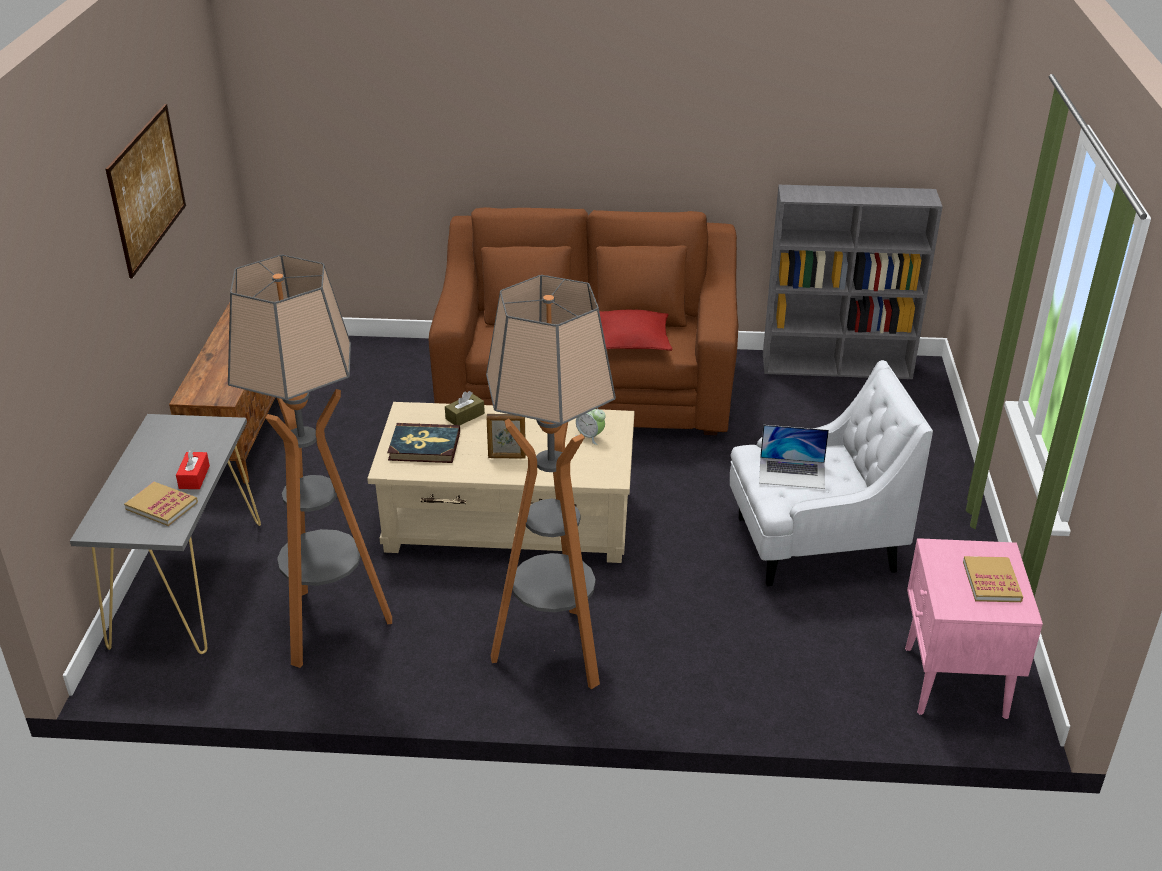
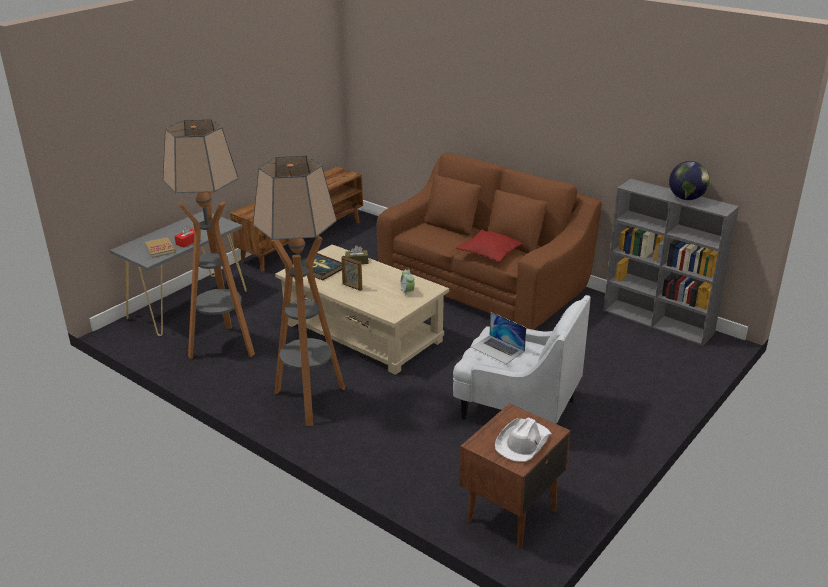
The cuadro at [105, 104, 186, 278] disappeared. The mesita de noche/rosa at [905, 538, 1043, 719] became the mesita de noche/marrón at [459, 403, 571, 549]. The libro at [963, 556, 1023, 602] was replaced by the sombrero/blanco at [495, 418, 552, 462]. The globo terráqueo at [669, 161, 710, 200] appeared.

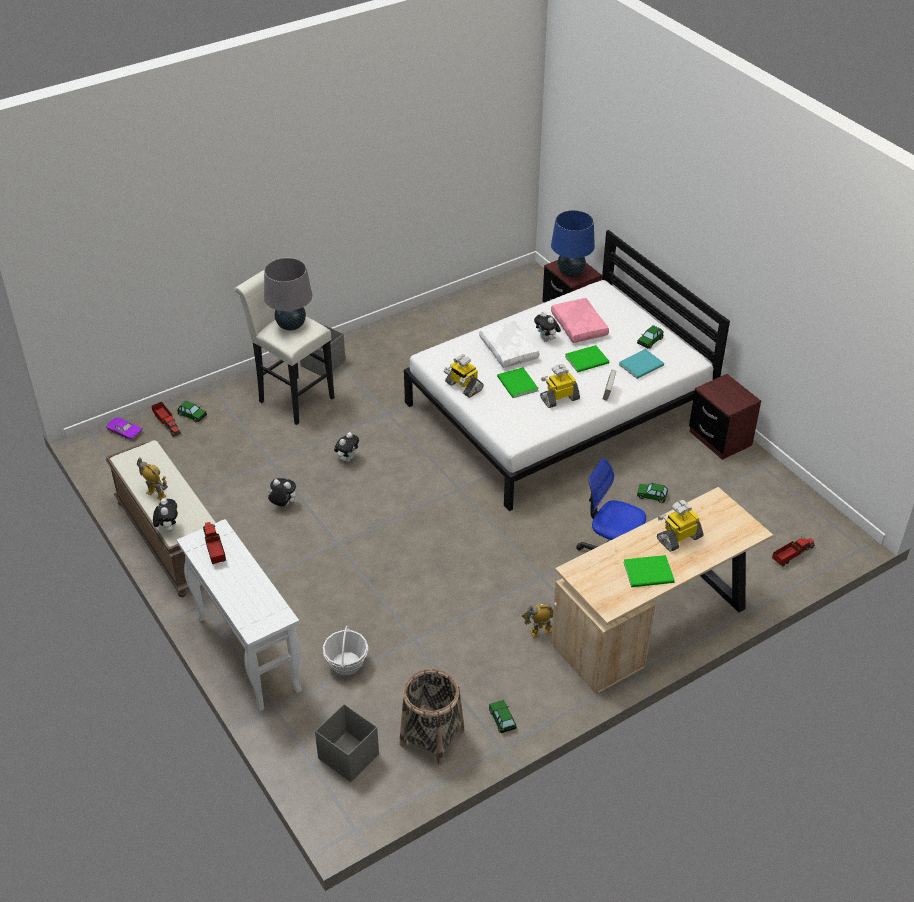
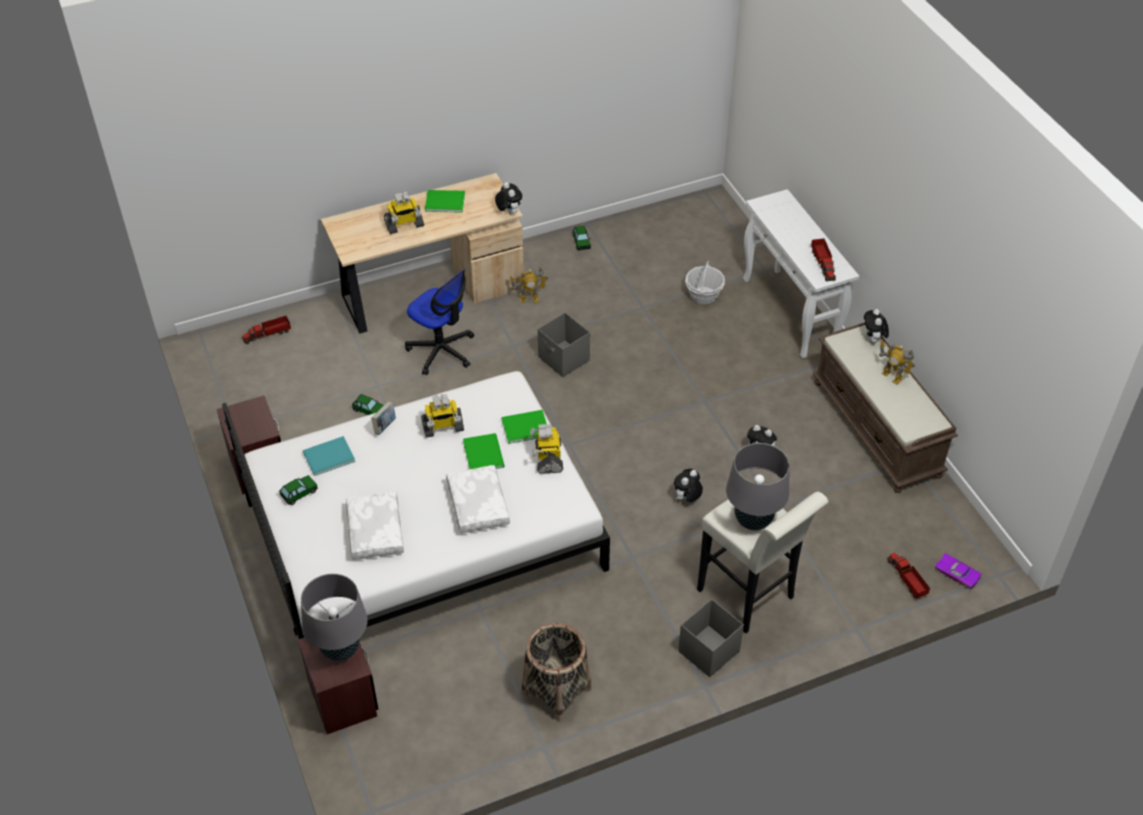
The lámpara de mesa/azul at [551, 210, 595, 277] became the lámpara de mesa/gris at [301, 574, 368, 661]. The cojín/rosa at [551, 298, 609, 343] became the cojín/blanco at [346, 491, 404, 560]. The peluche moved from [534, 311, 561, 342] to [495, 182, 522, 214]. The libro/verde moved from [565, 345, 609, 372] to [501, 410, 547, 444]. The robot de juguete at [444, 354, 484, 398] turned 150 degrees counterclockwise. The coche de juguete at [177, 401, 207, 422] disappeared. The cesta moved from [400, 669, 464, 765] to [521, 623, 591, 722]. The caja de almacenaje/gris moved from [315, 704, 379, 782] to [538, 313, 590, 377].

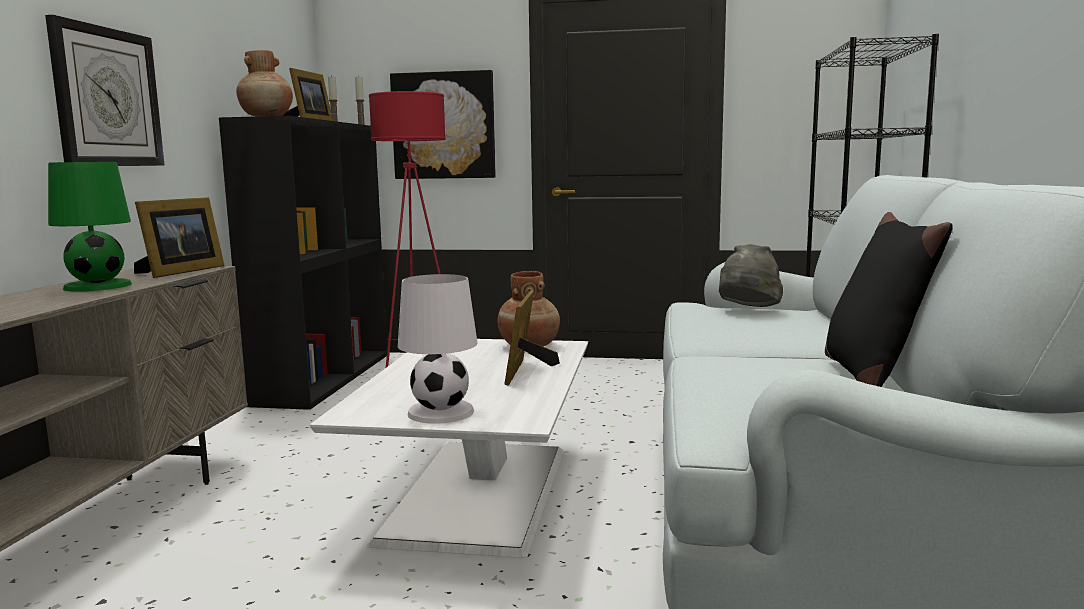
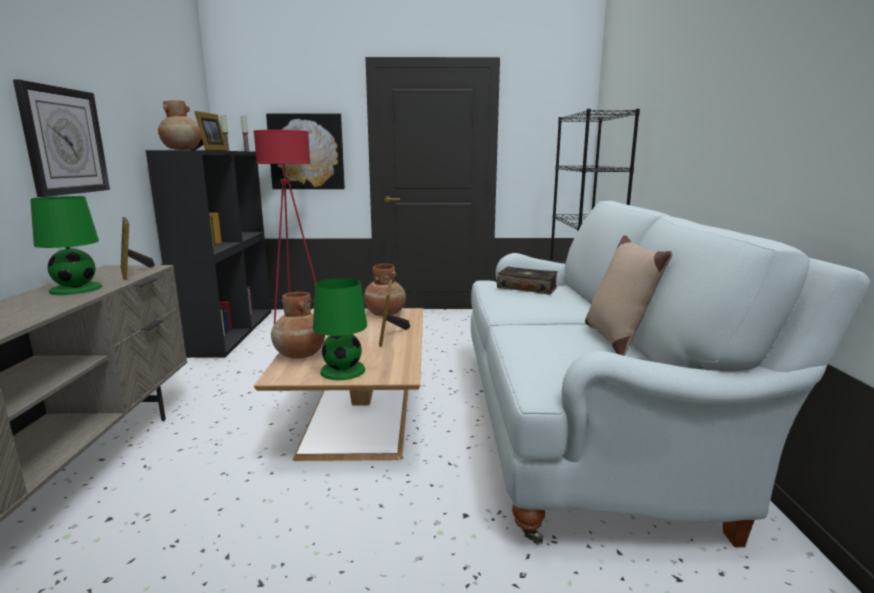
The portarretratos at [134, 197, 225, 278] turned 135 degrees clockwise. The cojín/negro at [825, 212, 953, 387] became the cojín/beis at [585, 235, 673, 356]. The sombrero/gris at [719, 244, 783, 307] was replaced by the libro at [497, 267, 558, 295]. The lámpara de mesa/blanco at [398, 274, 477, 424] became the lámpara de mesa/verde at [313, 278, 367, 380]. The mesa de centro/blanco at [310, 339, 588, 558] became the mesa de centro/marrón at [254, 308, 423, 461]. The florero/marrón at [271, 292, 325, 359] appeared.

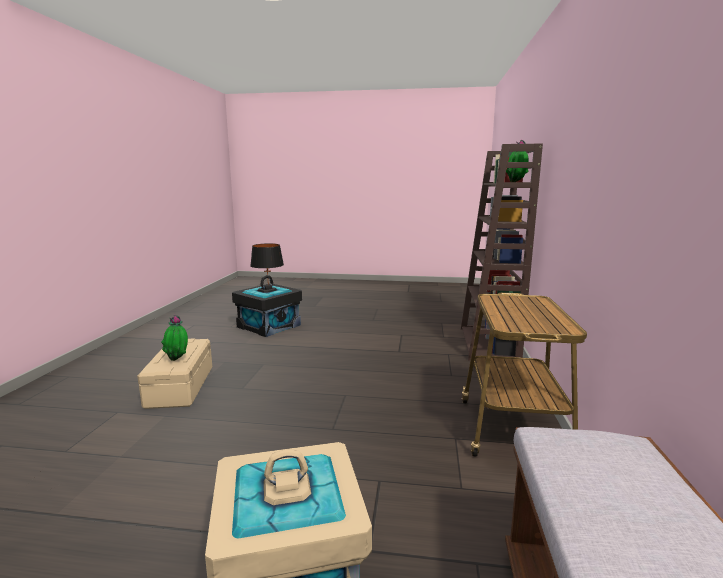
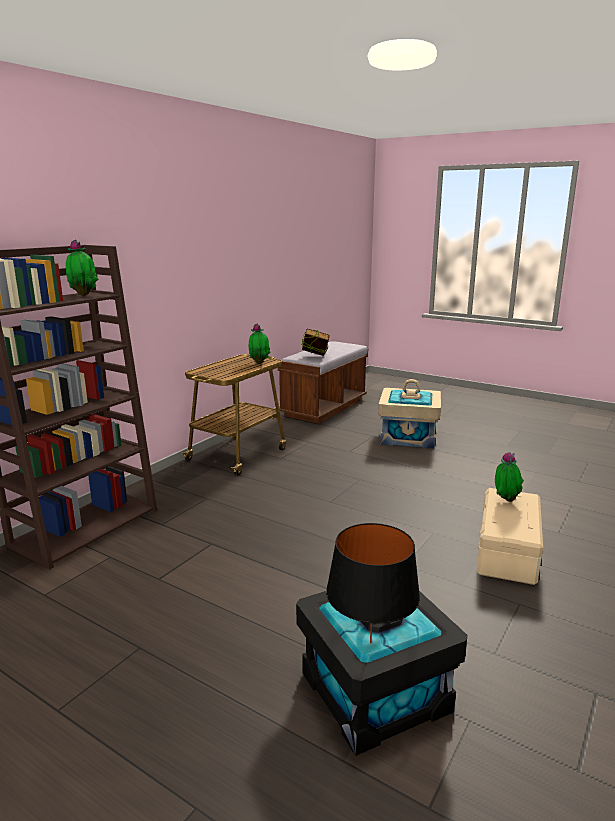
The planta en maceta at [249, 324, 271, 364] appeared. The libro at [302, 329, 330, 356] appeared.

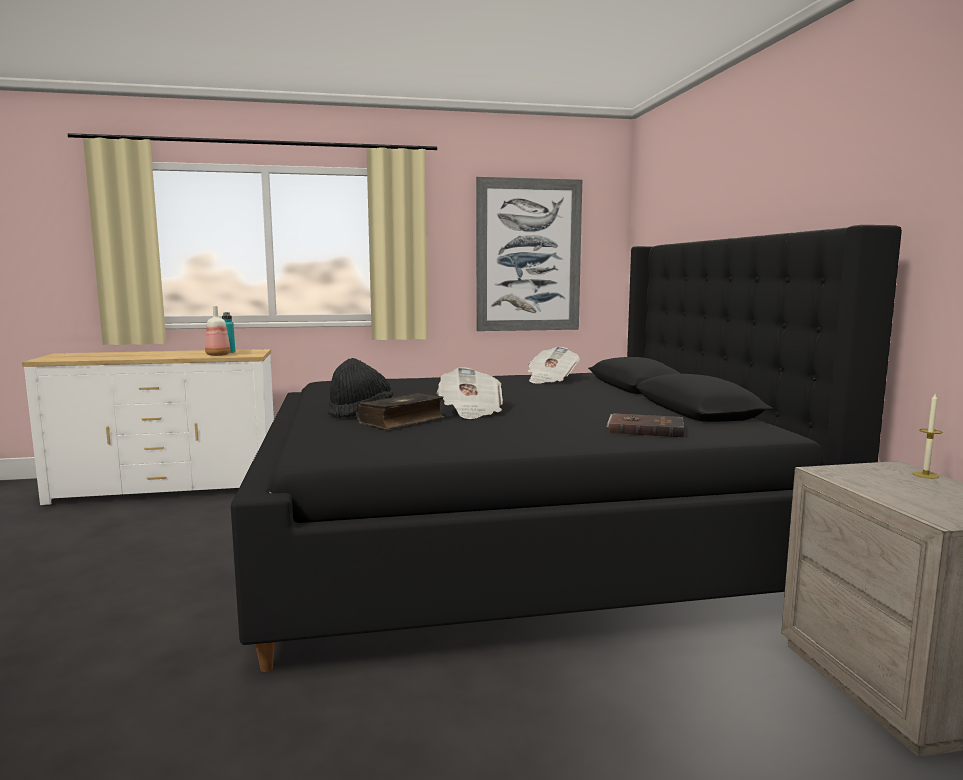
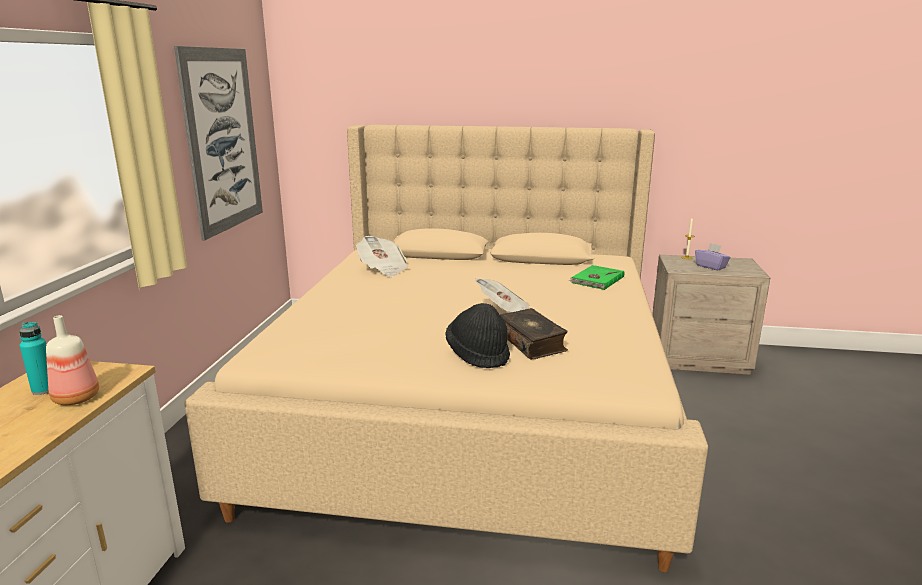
The cama/negro at [231, 225, 902, 672] became the cama/beis at [184, 125, 708, 572]. The libro/marrón at [606, 413, 684, 437] became the libro/verde at [569, 265, 624, 290]. The caja de pañuelos/morado at [695, 243, 731, 271] appeared.

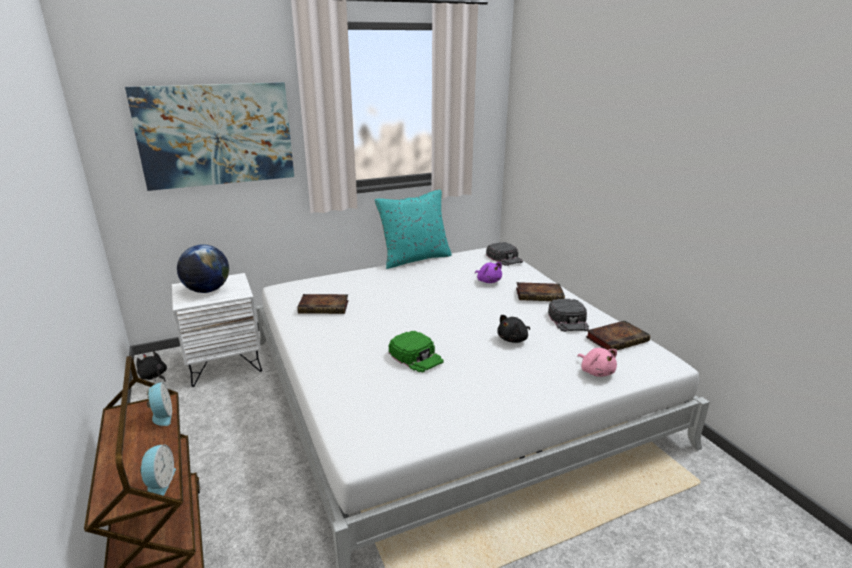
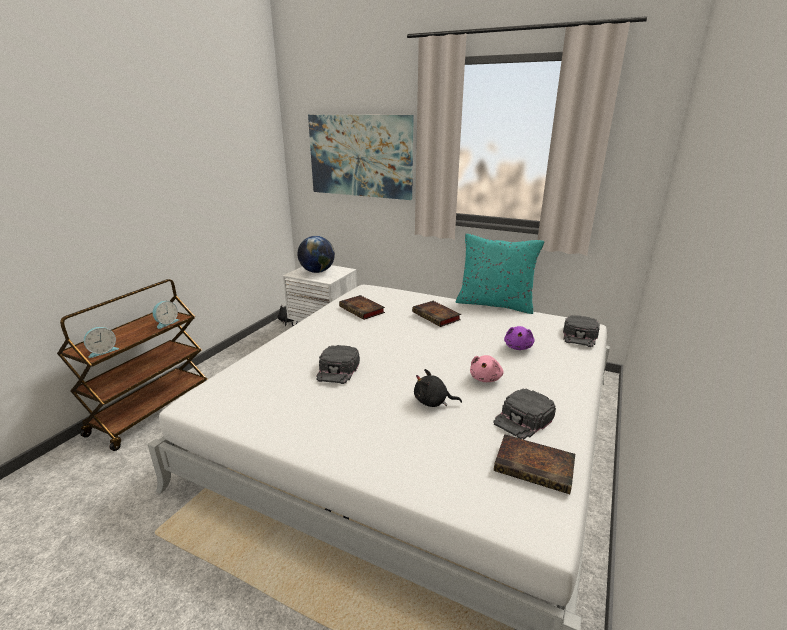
The libro moved from [516, 282, 565, 301] to [412, 301, 461, 327]. The gorra/verde at [389, 331, 444, 373] became the gorra/negro at [316, 345, 360, 384]. The peluche/rosa moved from [577, 348, 617, 377] to [470, 355, 504, 382].

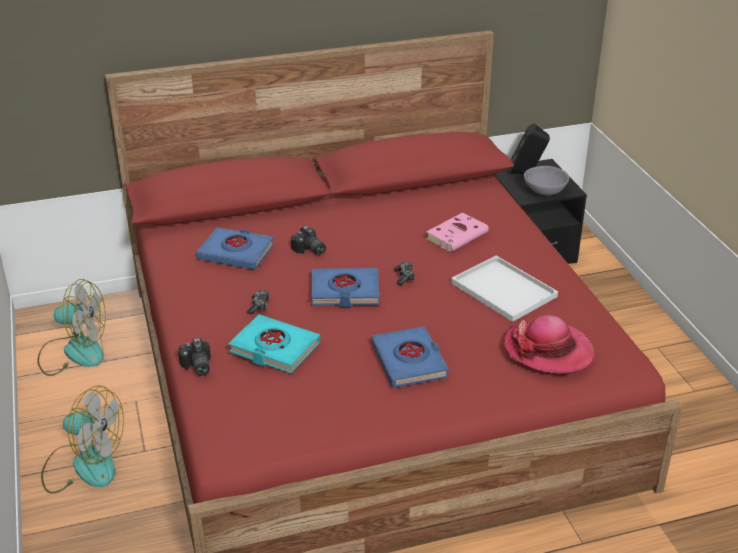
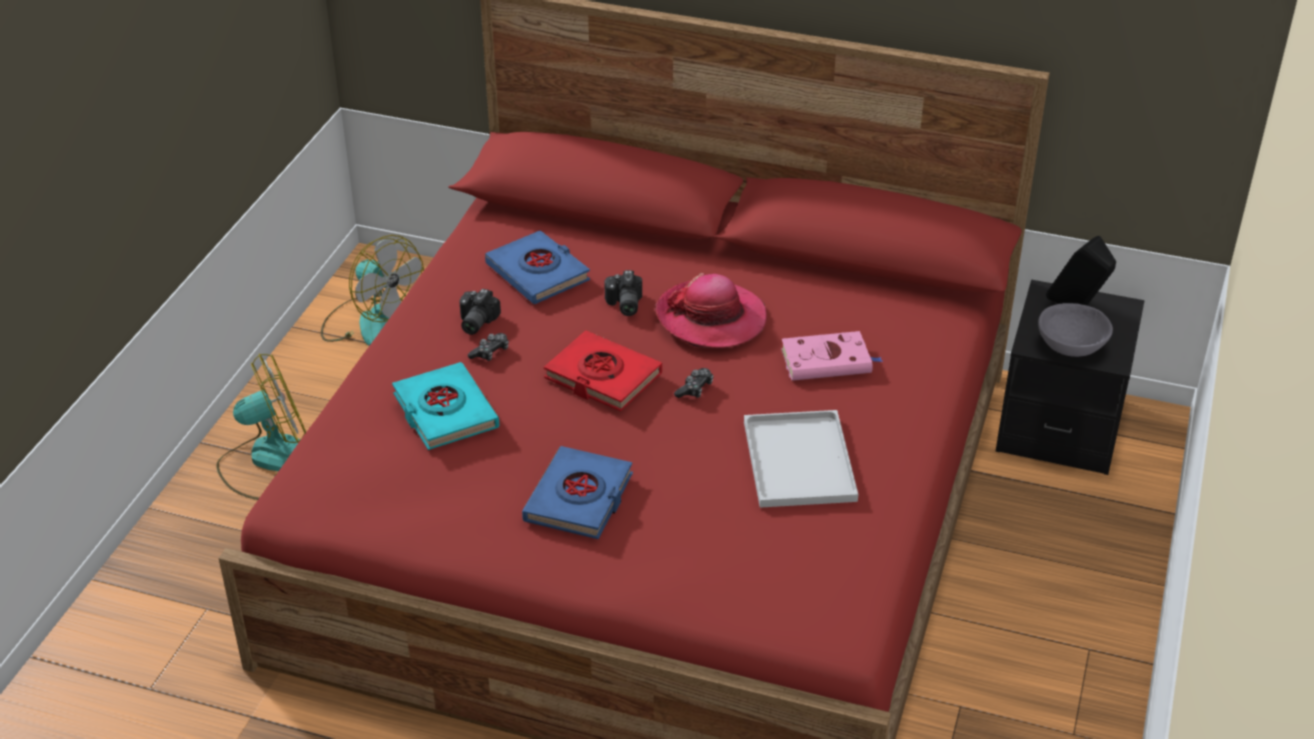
The libro/azul at [311, 268, 379, 307] became the libro/rojo at [544, 331, 662, 411]. The sombrero moved from [504, 315, 594, 375] to [654, 273, 767, 348]. The cámara moved from [178, 338, 211, 376] to [459, 289, 501, 335]. The ventilador at [41, 385, 124, 494] turned 75 degrees counterclockwise.

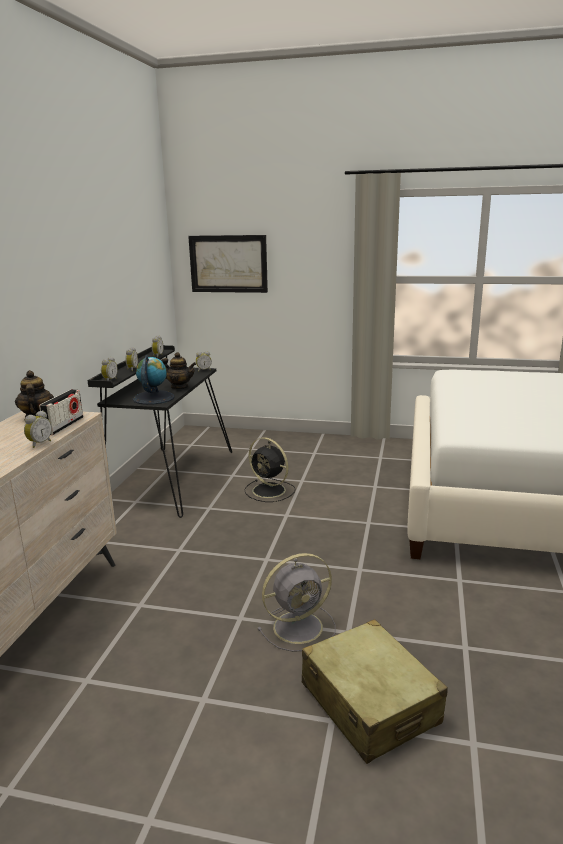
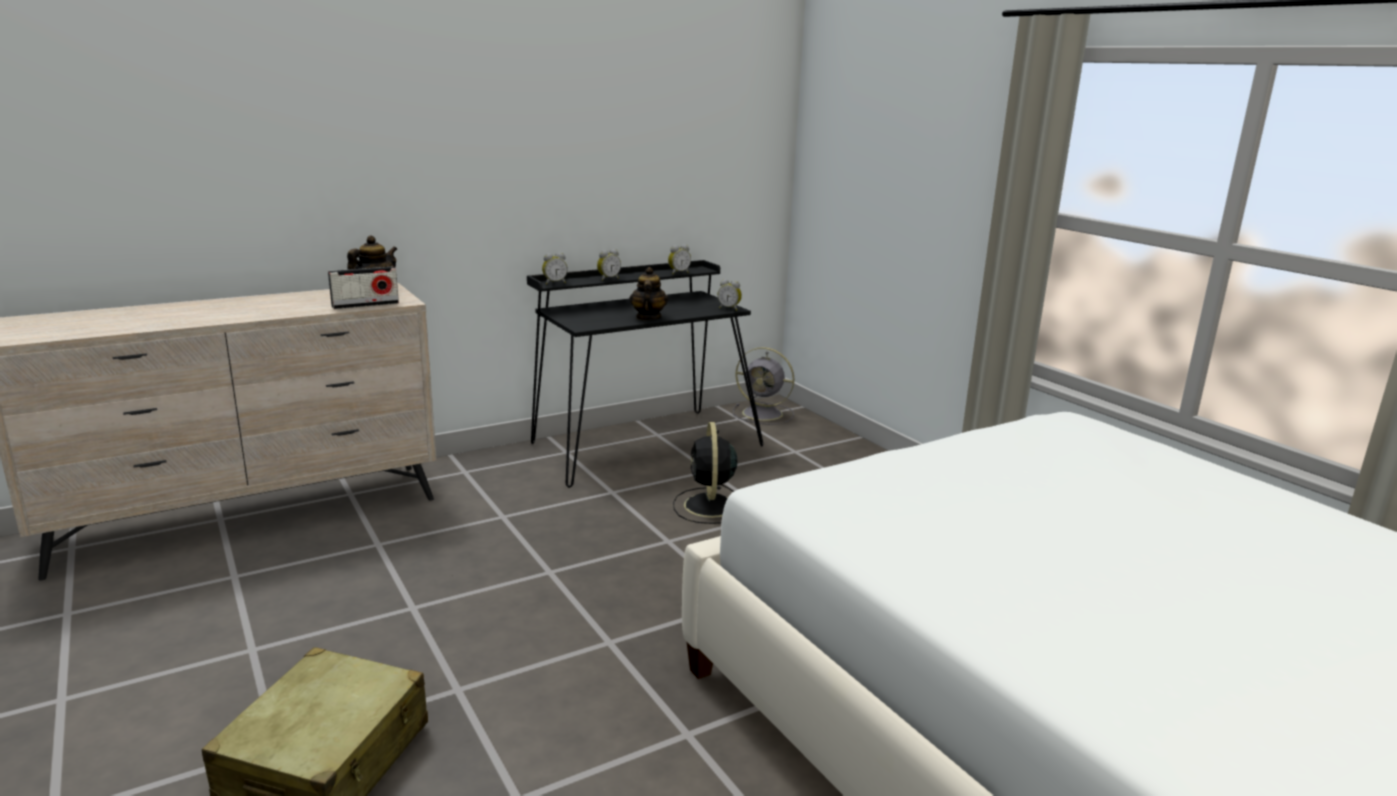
The cuadro at [188, 235, 268, 293] disappeared. The tetera at [161, 352, 196, 389] turned 150 degrees counterclockwise. The globo terráqueo at [133, 355, 175, 405] disappeared. The despertador at [24, 410, 52, 448] disappeared. The ventilador/gris moved from [257, 553, 336, 652] to [733, 347, 794, 425].

